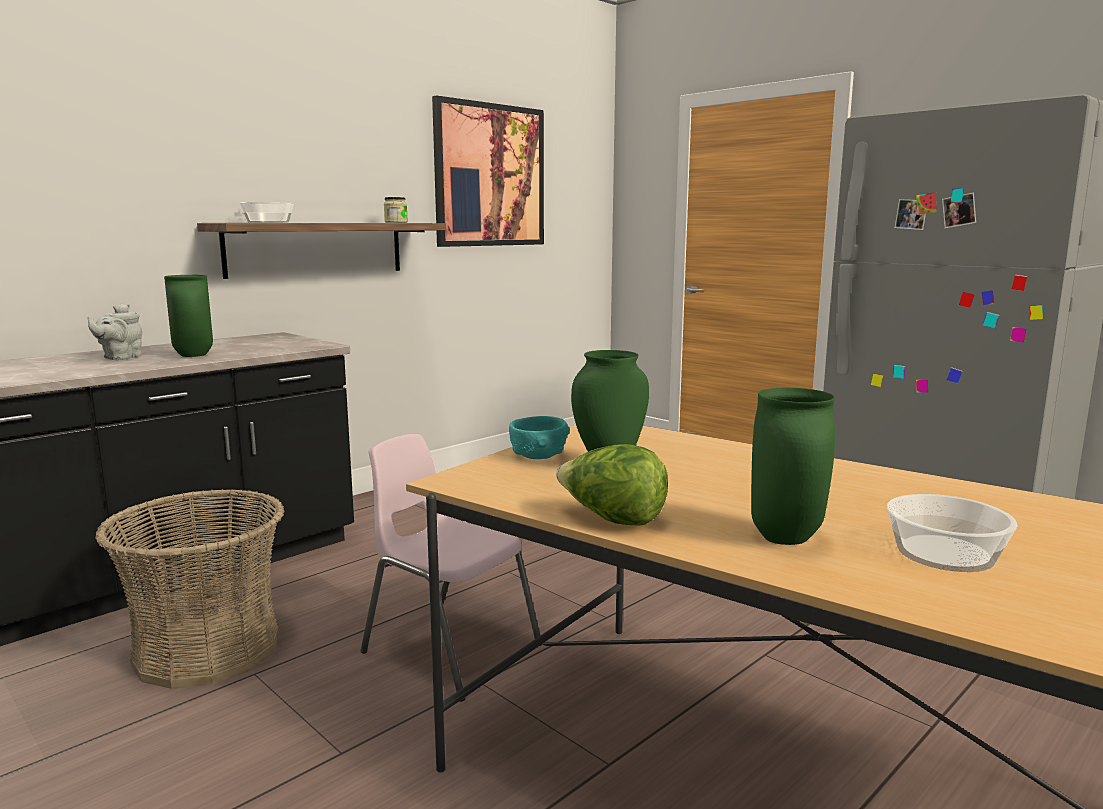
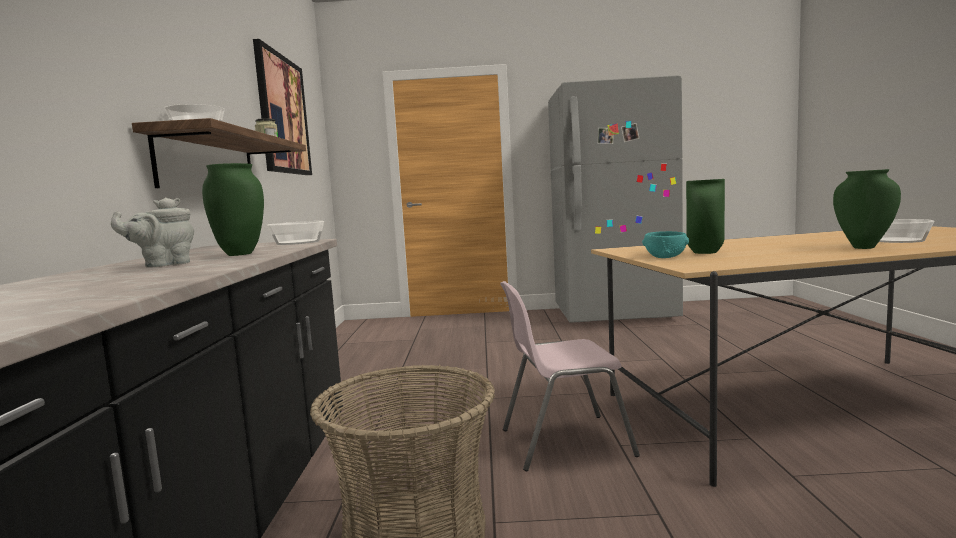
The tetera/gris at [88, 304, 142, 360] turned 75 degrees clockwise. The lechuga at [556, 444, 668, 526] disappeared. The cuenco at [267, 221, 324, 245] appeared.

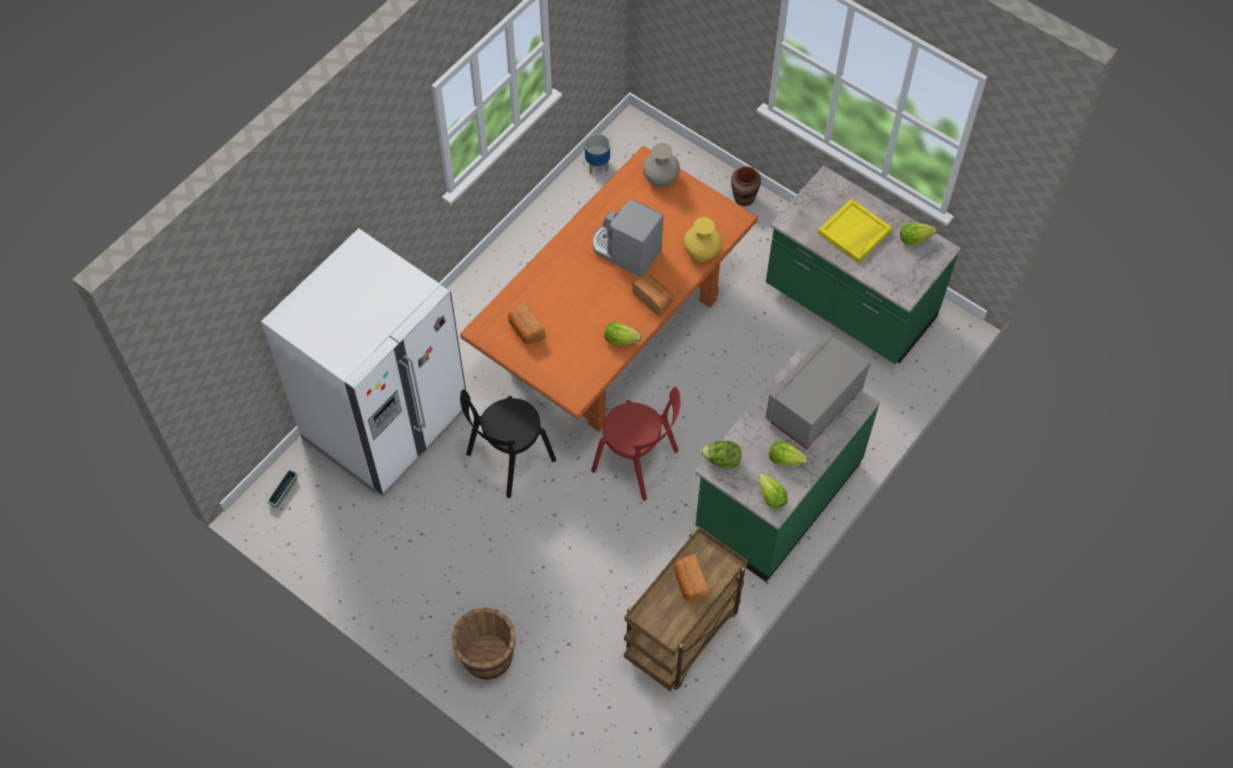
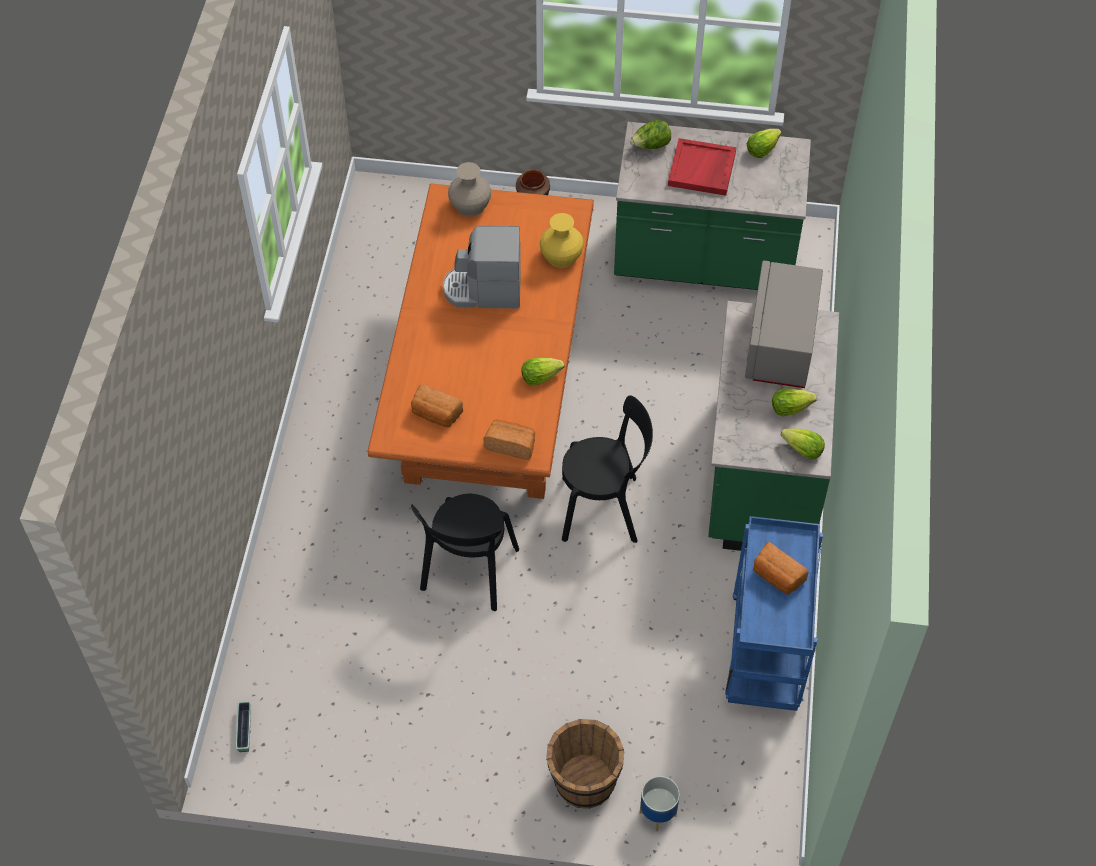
The maceta moved from [585, 134, 610, 174] to [640, 776, 680, 831]. The bandeja/amarillo at [818, 198, 892, 263] became the bandeja/rojo at [668, 138, 736, 196]. The nevera/blanco at [261, 228, 466, 497] disappeared. The pan moved from [632, 275, 673, 316] to [483, 420, 535, 460]. The silla/rojo at [591, 387, 681, 501] became the silla/negro at [562, 395, 653, 543]. The lechuga moved from [700, 441, 741, 468] to [630, 120, 671, 149]. The carrito/marrón at [624, 527, 748, 691] became the carrito/azul at [725, 516, 823, 711].

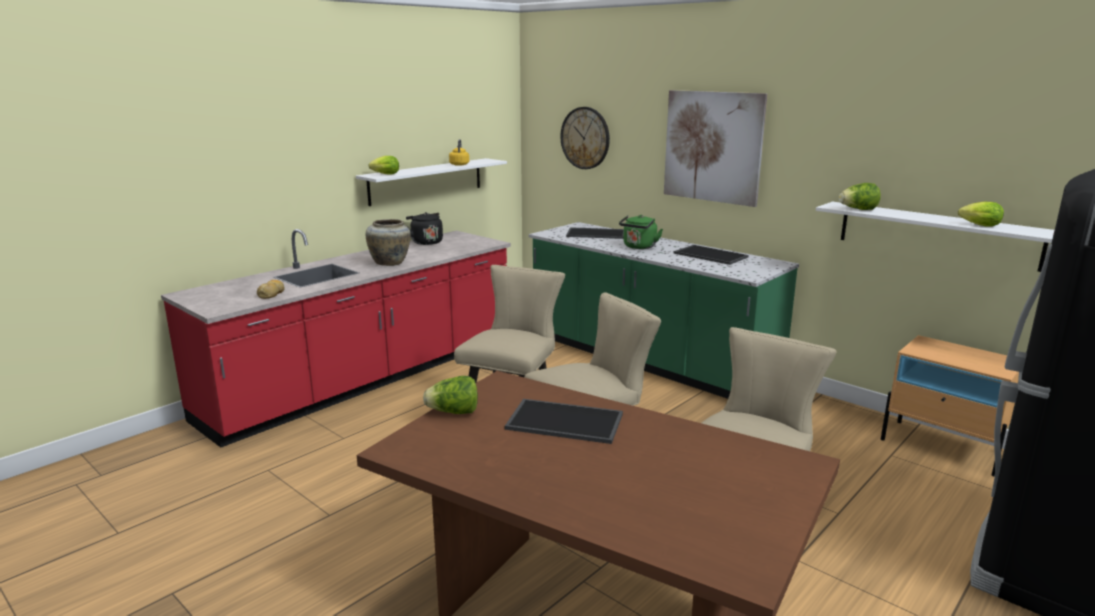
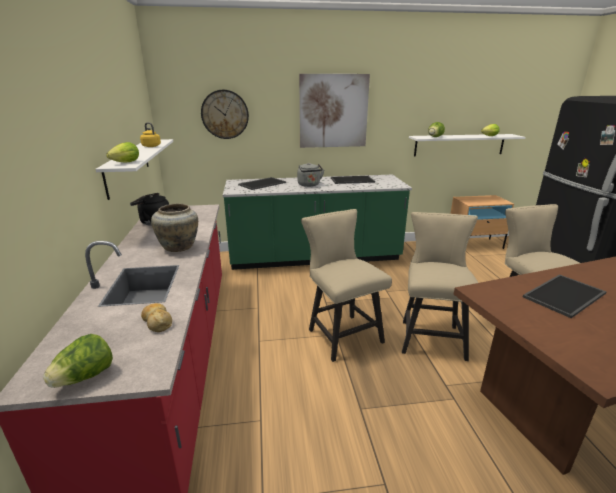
The hervidor/verde at [619, 215, 663, 249] became the hervidor/gris at [297, 163, 324, 187]. The lechuga moved from [423, 376, 478, 414] to [43, 334, 113, 388].

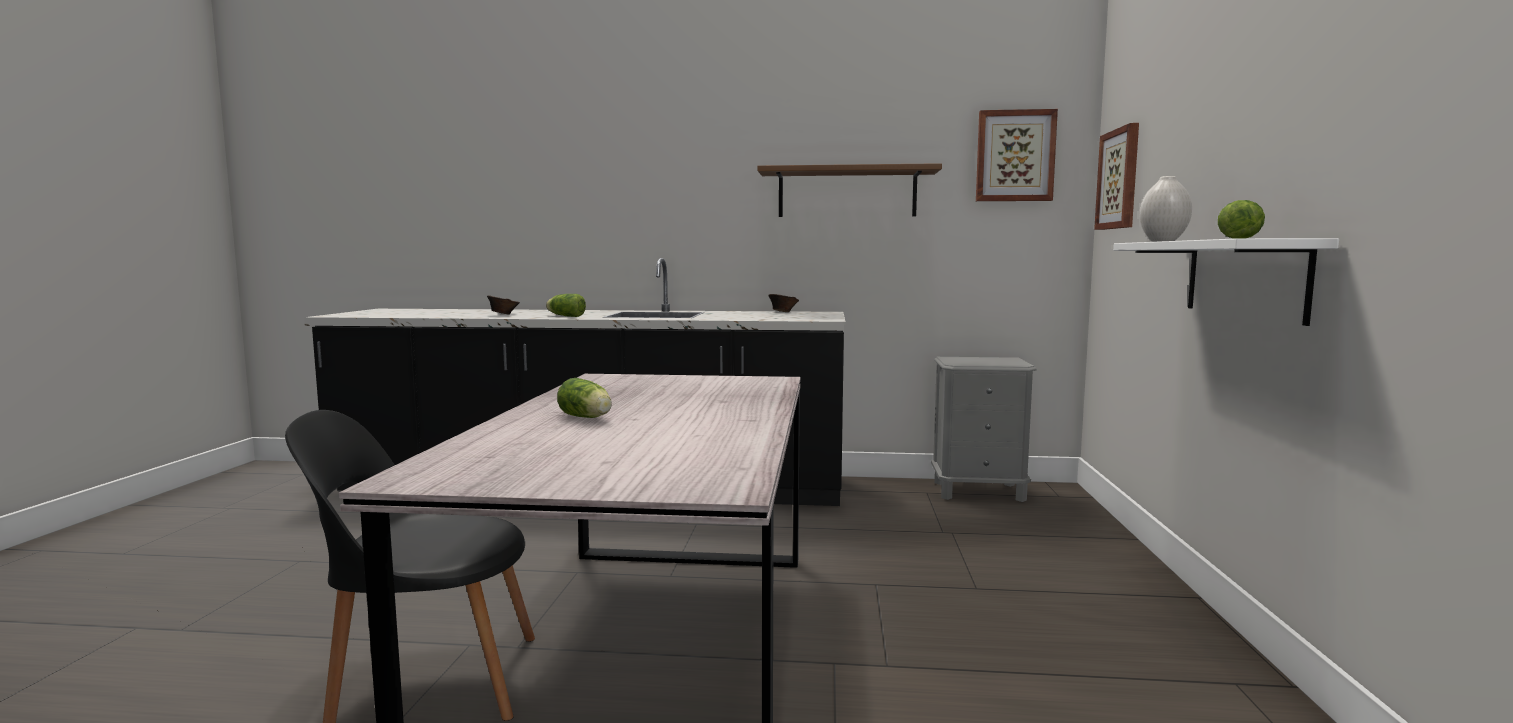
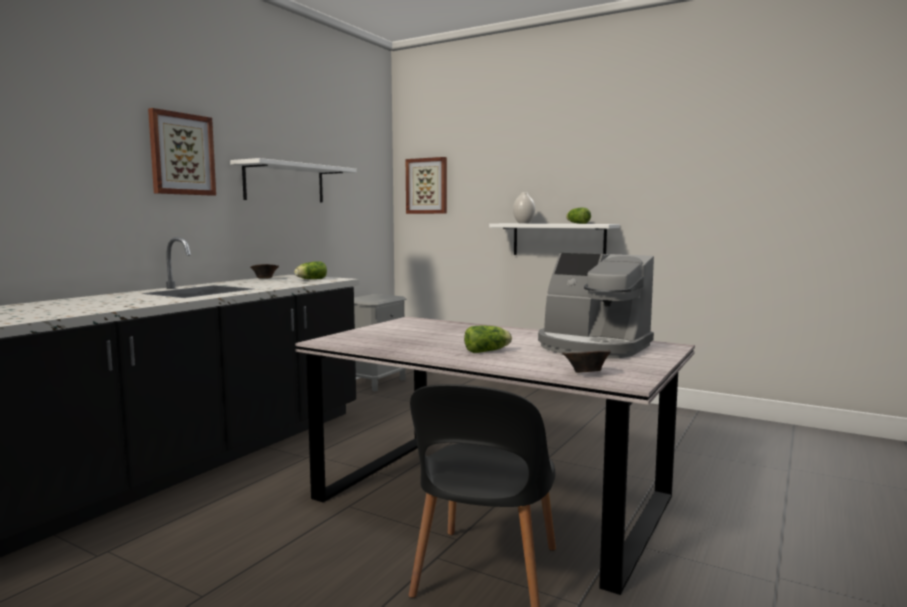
The cuadro moved from [976, 109, 1058, 201] to [148, 108, 216, 196]. The estante/marrón at [758, 163, 942, 217] became the estante/blanco at [230, 158, 356, 202]. The lechuga moved from [546, 294, 586, 317] to [294, 261, 327, 279]. The cuenco/marrón moved from [487, 296, 520, 315] to [562, 350, 611, 373]. The cafetera at [538, 253, 654, 358] appeared.

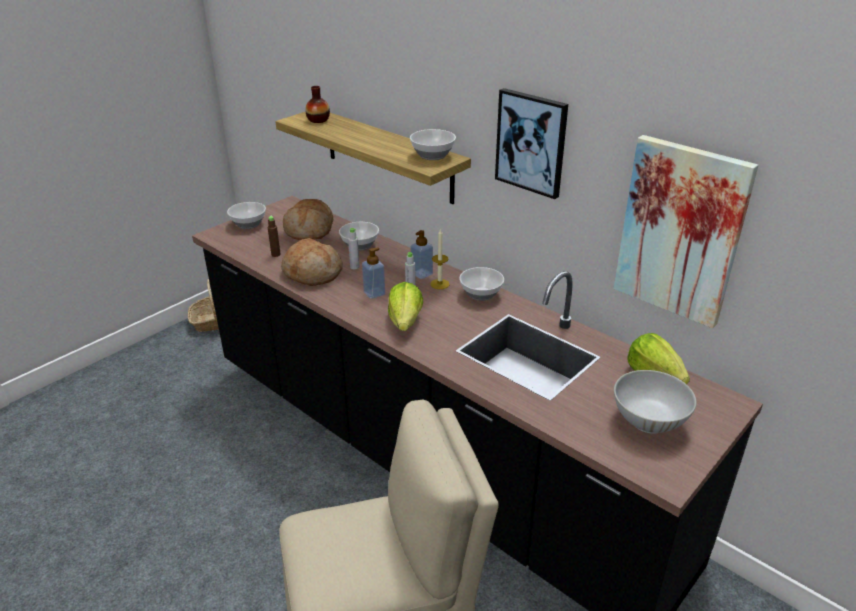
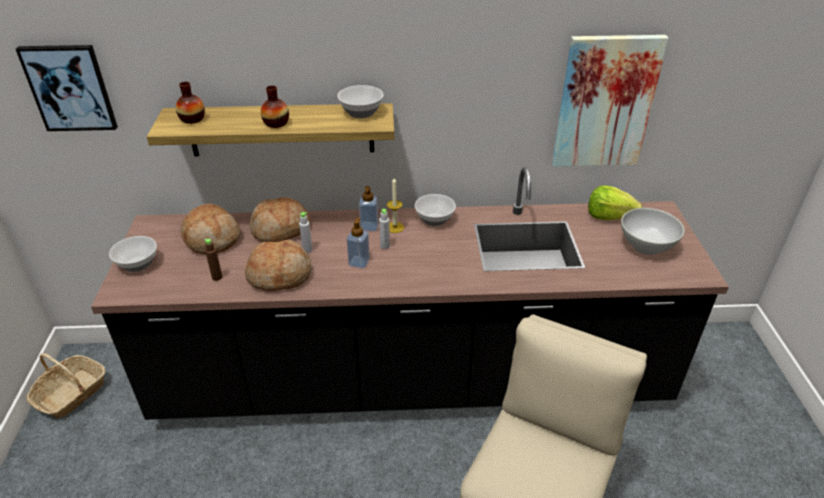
The cuadro moved from [495, 88, 568, 199] to [16, 45, 118, 131]. The cuenco at [339, 222, 379, 251] was replaced by the pan at [250, 197, 310, 242]. The lechuga at [388, 282, 423, 331] disappeared. The florero at [261, 85, 289, 128] appeared.

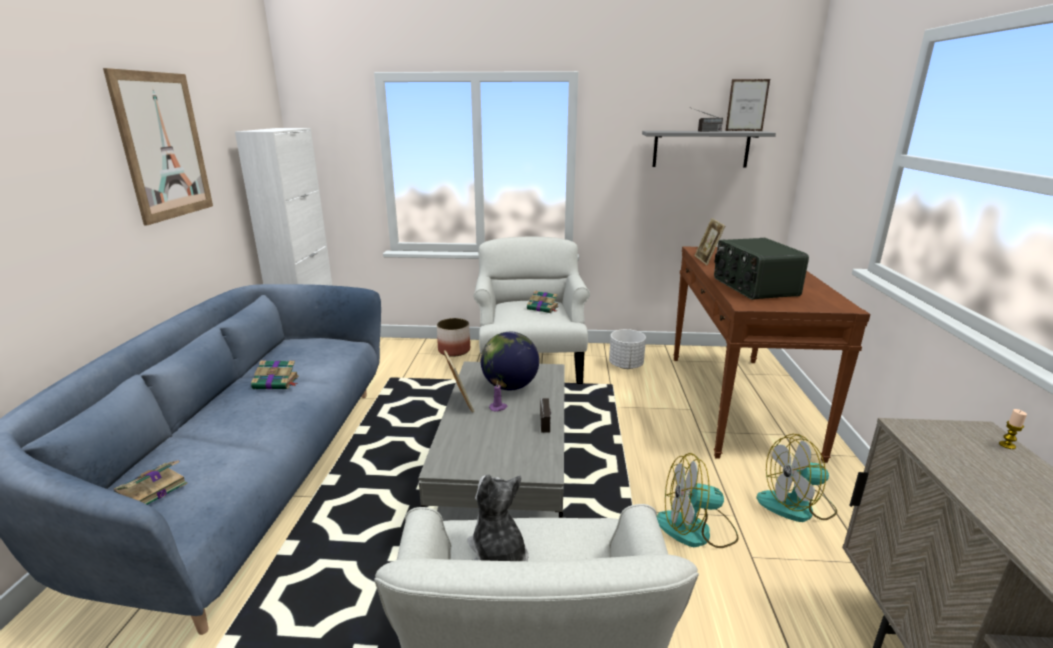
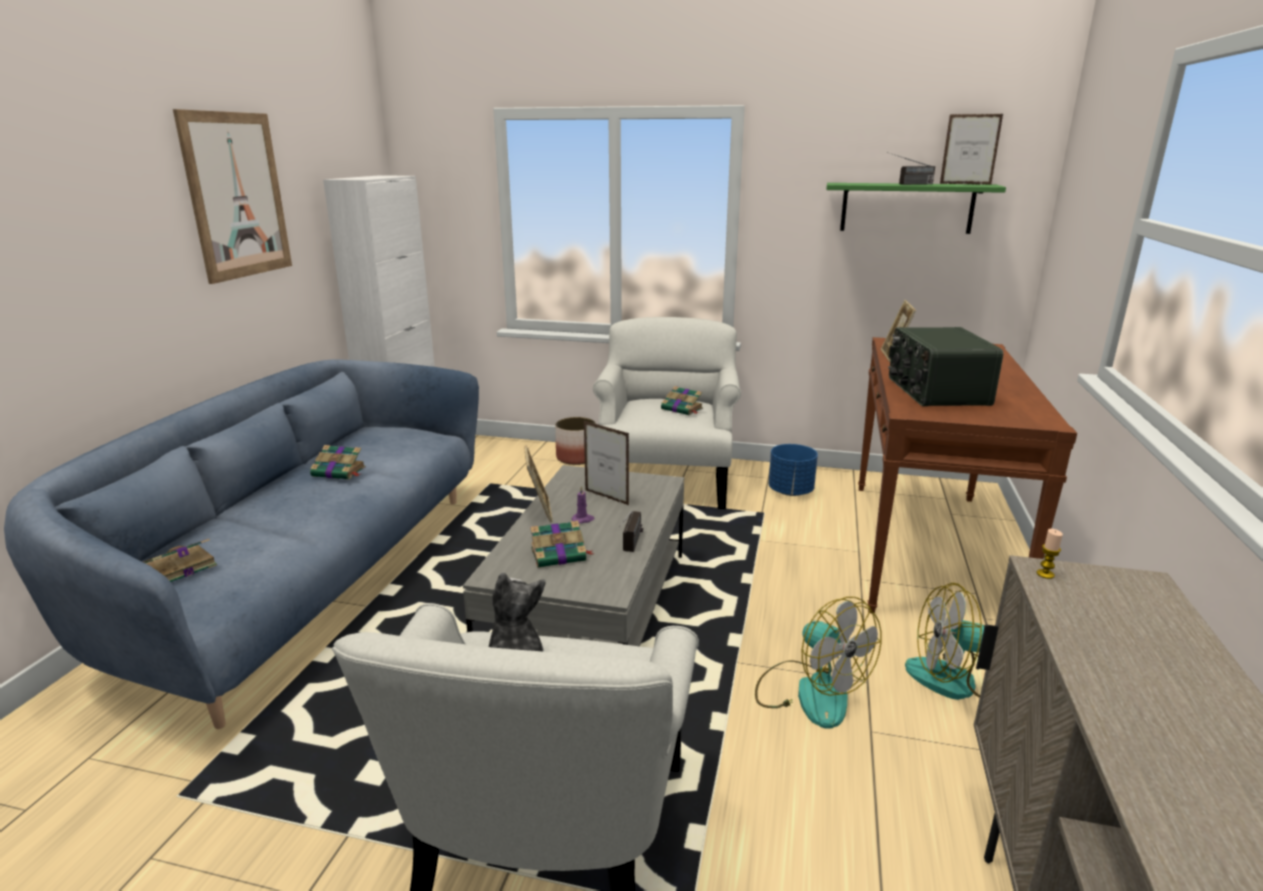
The estante/gris at [642, 131, 776, 168] became the estante/verde at [826, 183, 1006, 234]. The maceta/blanco at [609, 329, 646, 369] became the maceta/azul at [769, 444, 818, 496]. The globo terráqueo at [481, 332, 539, 390] was replaced by the portarretratos at [584, 421, 629, 505]. The vela moved from [999, 409, 1027, 449] to [1036, 529, 1063, 579]. The ventilador at [657, 453, 739, 548] turned 135 degrees counterclockwise. The libro at [530, 520, 594, 568] appeared.

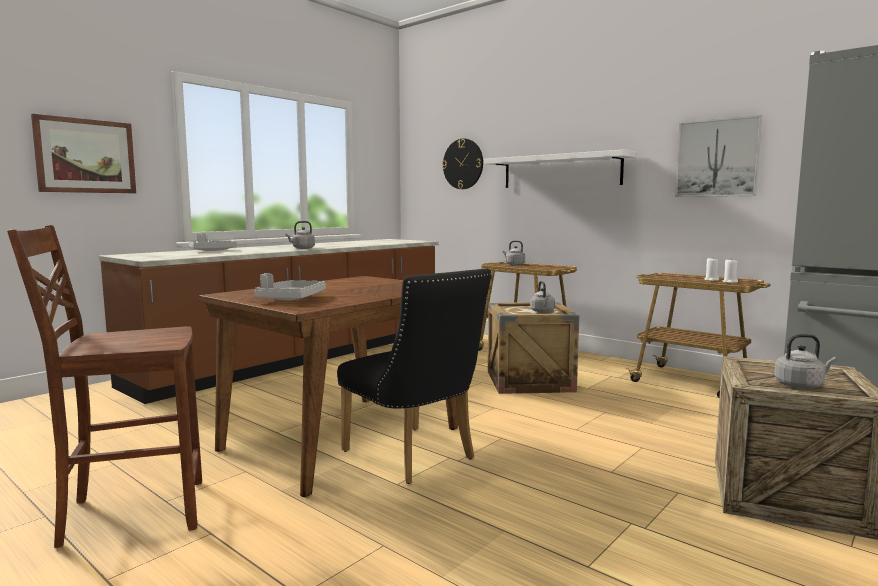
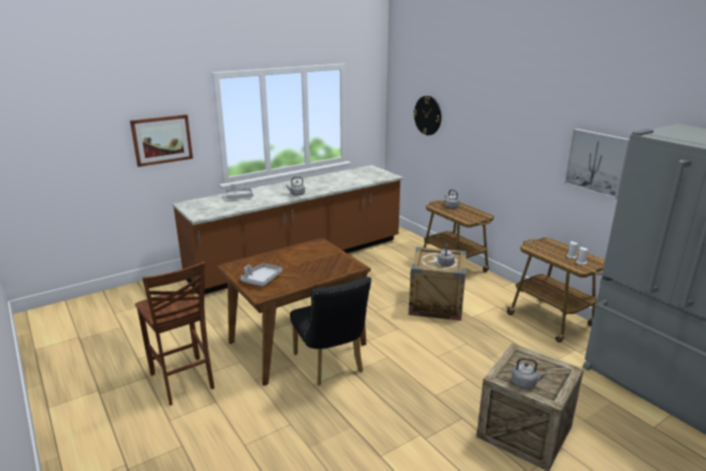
The estante/blanco at [484, 149, 636, 188] disappeared. The silla/marrón at [7, 225, 202, 548] turned 120 degrees counterclockwise.

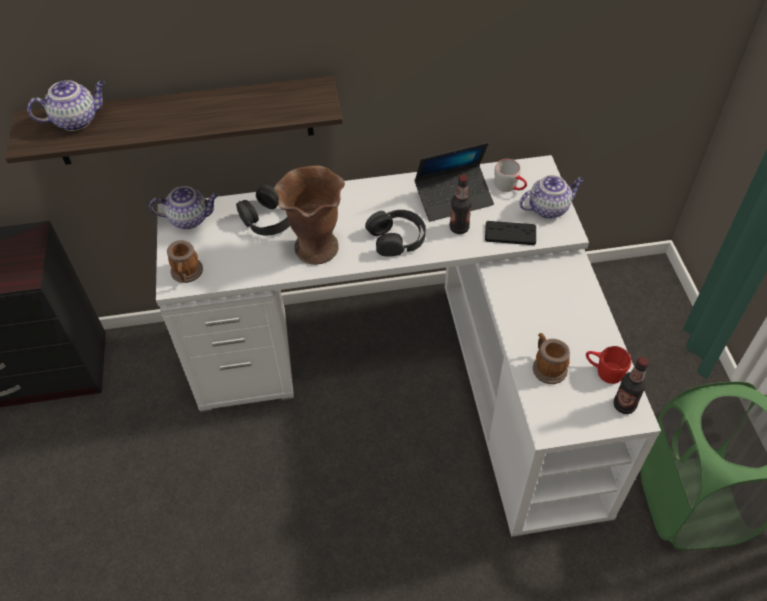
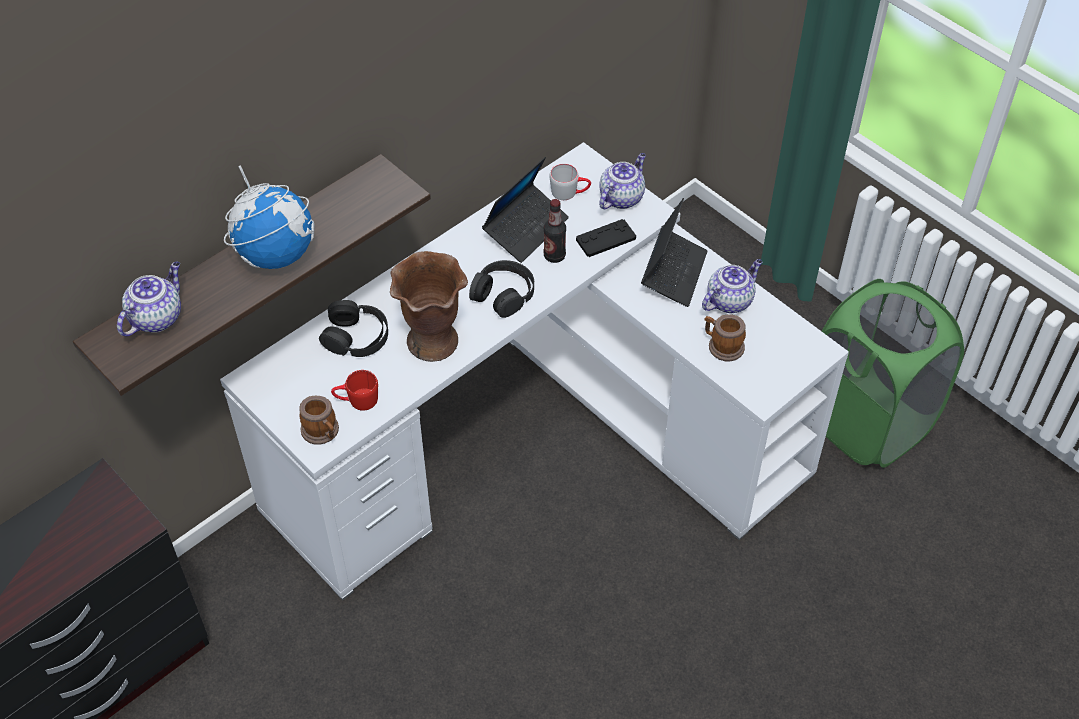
The tetera moved from [149, 186, 218, 229] to [702, 259, 762, 313]. The taza grande/rojo moved from [586, 346, 631, 384] to [331, 370, 378, 411]. The botella at [613, 357, 649, 414] disappeared. The globo terráqueo at [224, 166, 315, 269] appeared. The portátil at [641, 198, 708, 307] appeared.

